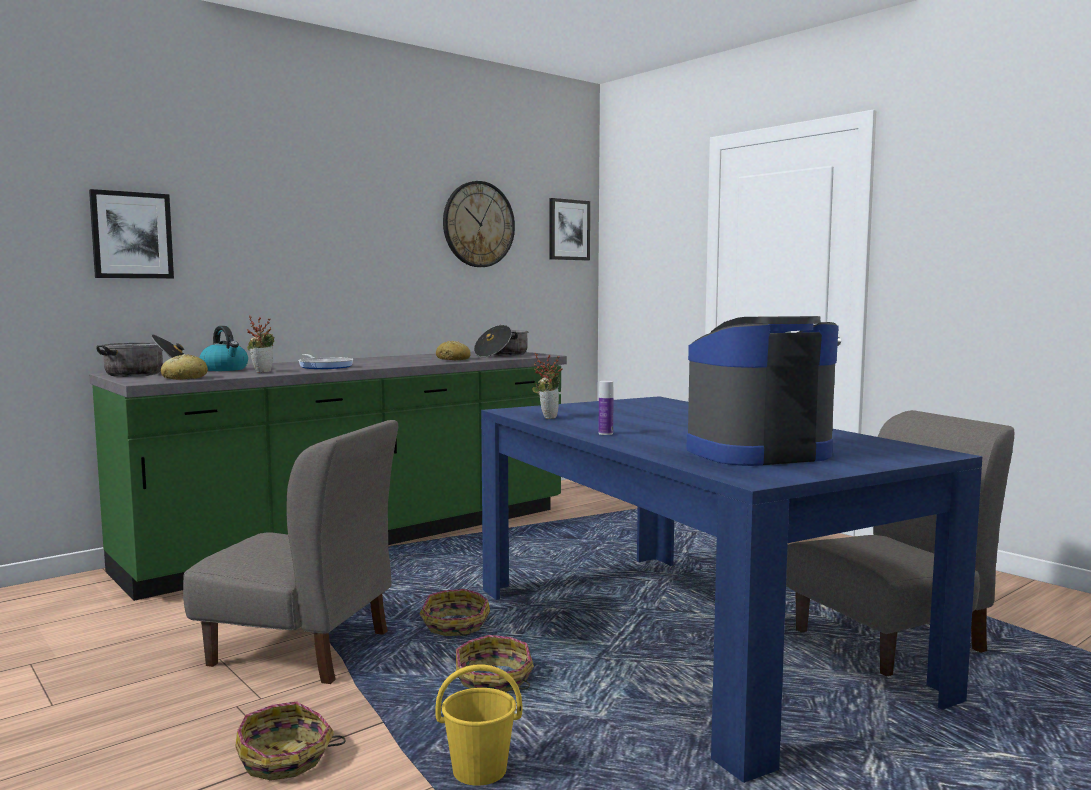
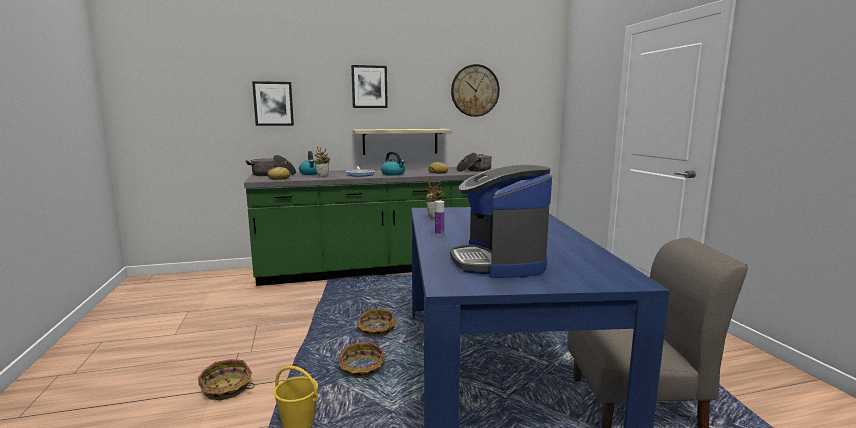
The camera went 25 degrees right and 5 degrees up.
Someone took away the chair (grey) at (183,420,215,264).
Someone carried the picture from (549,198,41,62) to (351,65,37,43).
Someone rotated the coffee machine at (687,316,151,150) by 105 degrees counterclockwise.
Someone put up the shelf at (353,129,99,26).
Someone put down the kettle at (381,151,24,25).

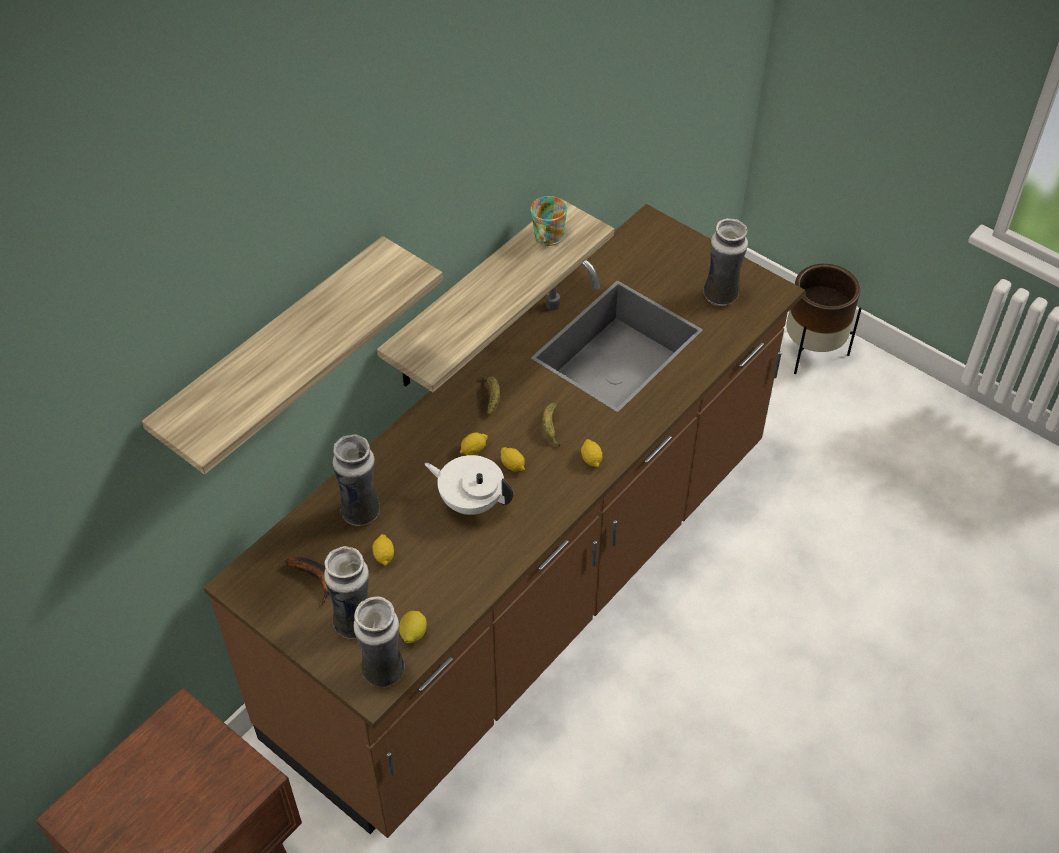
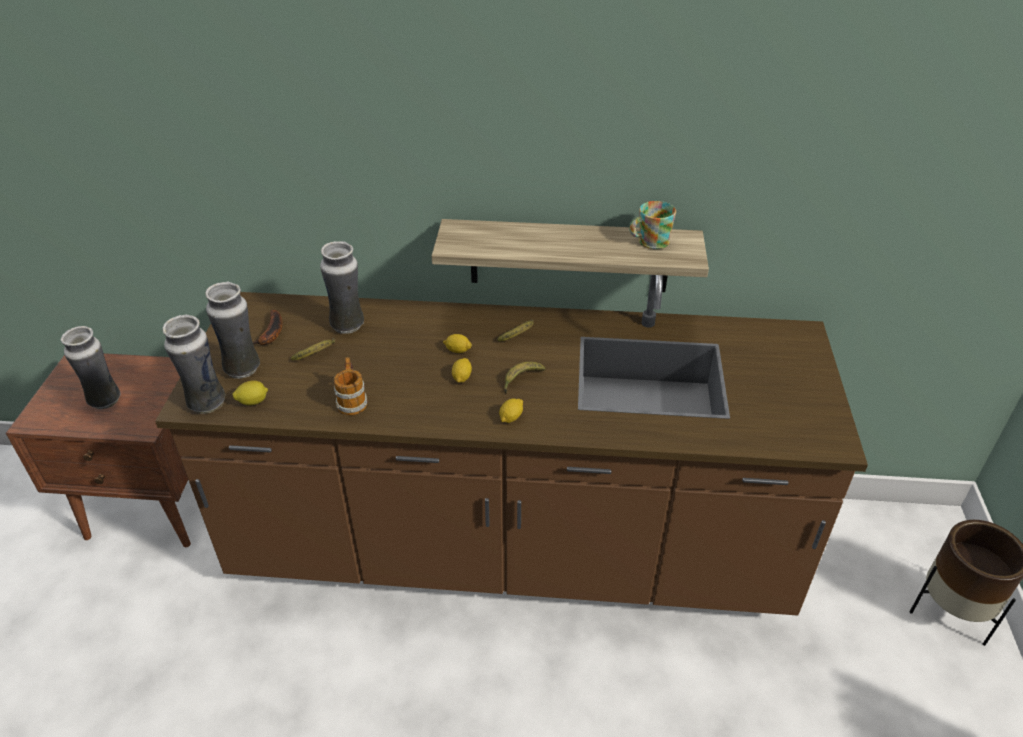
The camera went 55 degrees right and 10 degrees down.
Someone took away the shelf at (142,236,301,238).
Someone swapped the lemon at (372,534,22,32) for the banana at (291,338,44,22).
Someone took away the teapot (white) at (424,455,89,60).
Someone carried the vase from (704,218,44,88) to (61,326,60,83).
Someone put down the mug at (334,357,33,59).

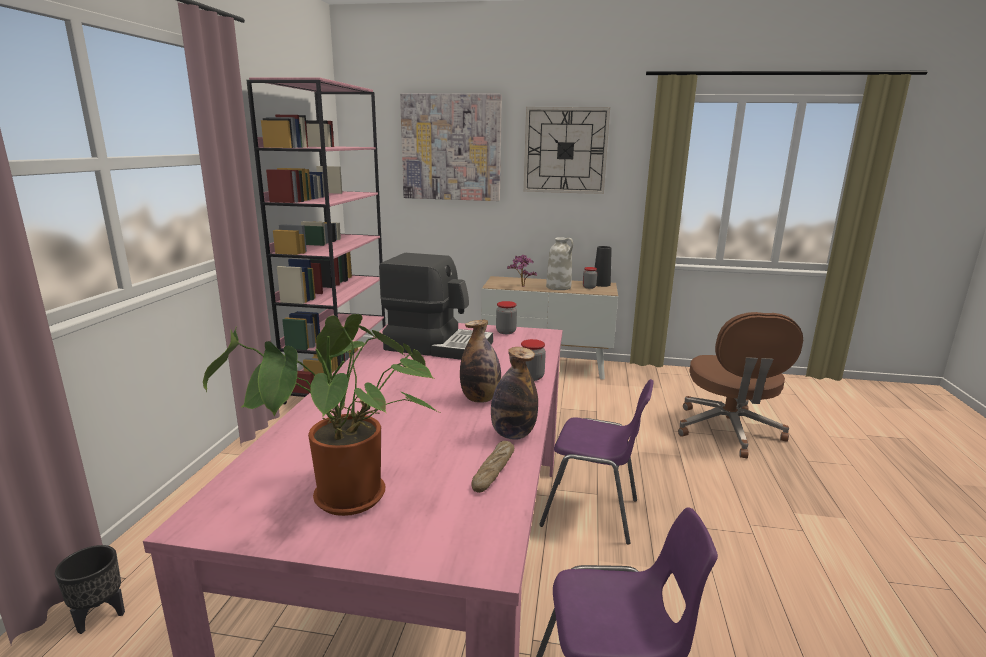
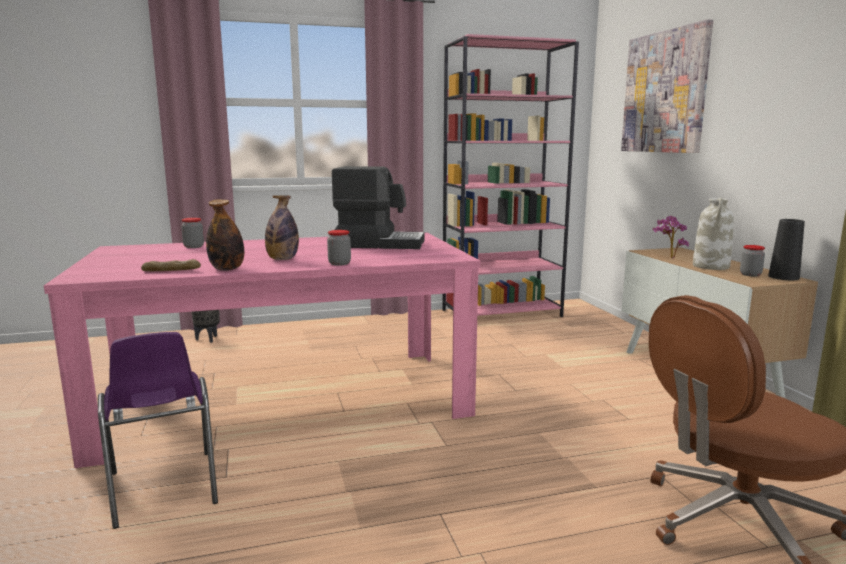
The camera went 65 degrees right and 5 degrees down.
Someone took away the potted plant at (203,314,237,202).
Someone rotated the coffee machine at (379,253,114,107) by 75 degrees counterclockwise.
Someone carried the jar from (496,301,21,33) to (181,218,23,30).
Someone took away the wall clock at (524,107,86,87).
Someone took away the chair (purple) at (539,379,115,165).

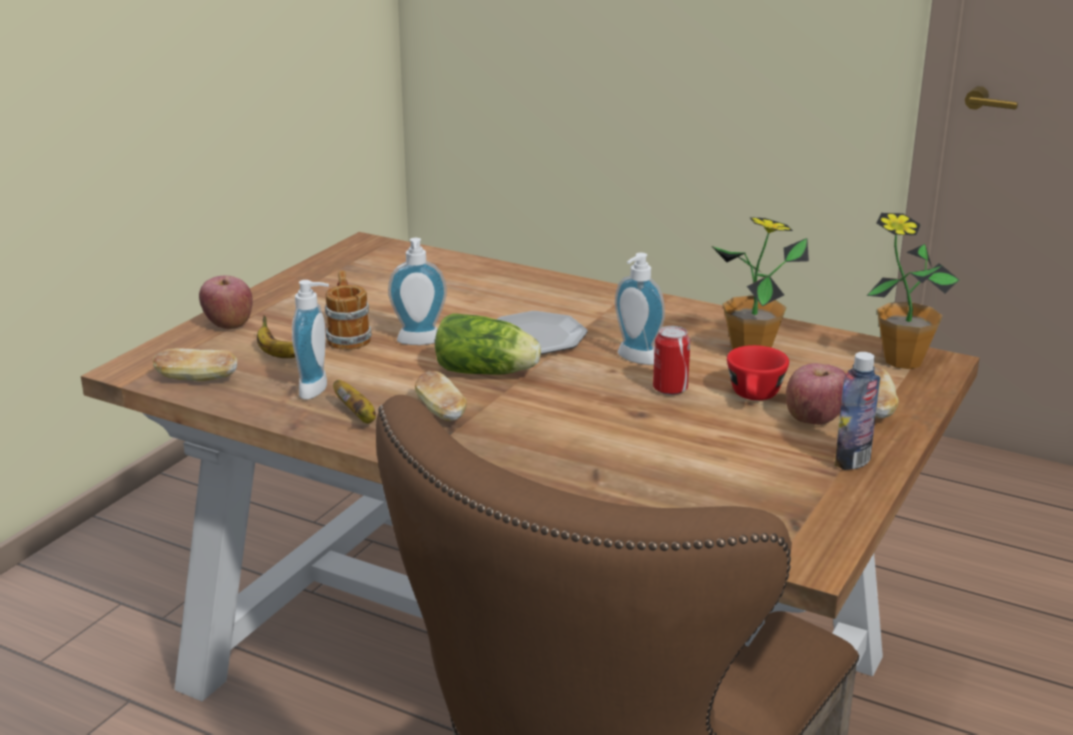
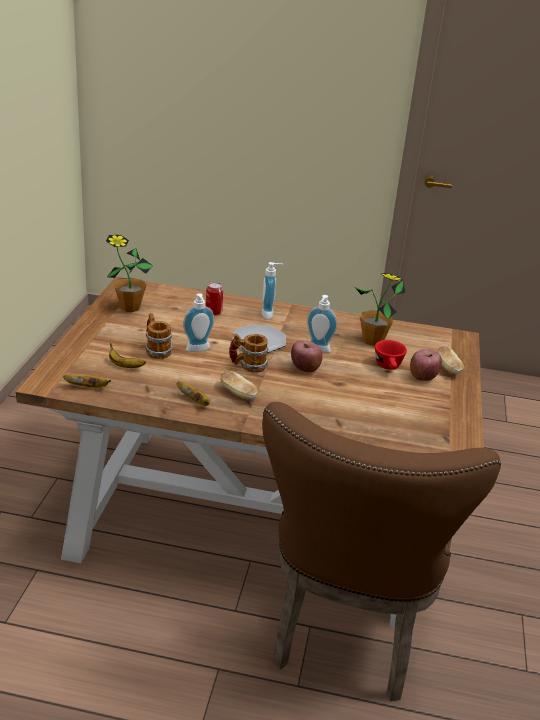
The camera went 20 degrees left and 5 degrees up.
Someone swapped the bread at (153,348,84,33) for the banana at (63,374,48,13).
Someone carried the apple from (199,275,54,54) to (291,340,32,33).
Someone carried the soap dispenser from (292,280,37,120) to (262,262,21,57).
Someone swapped the lettuce at (435,313,106,62) for the mug at (229,334,39,39).
Someone carried the can from (653,326,37,69) to (206,282,17,34).
Someone took away the bottle at (834,352,46,118).
Someone carried the potted plant from (867,213,92,156) to (106,235,47,77).

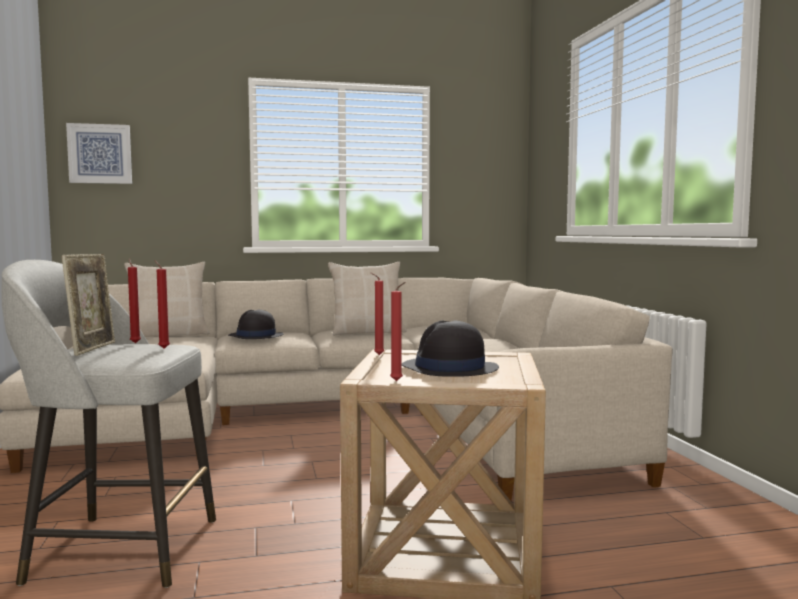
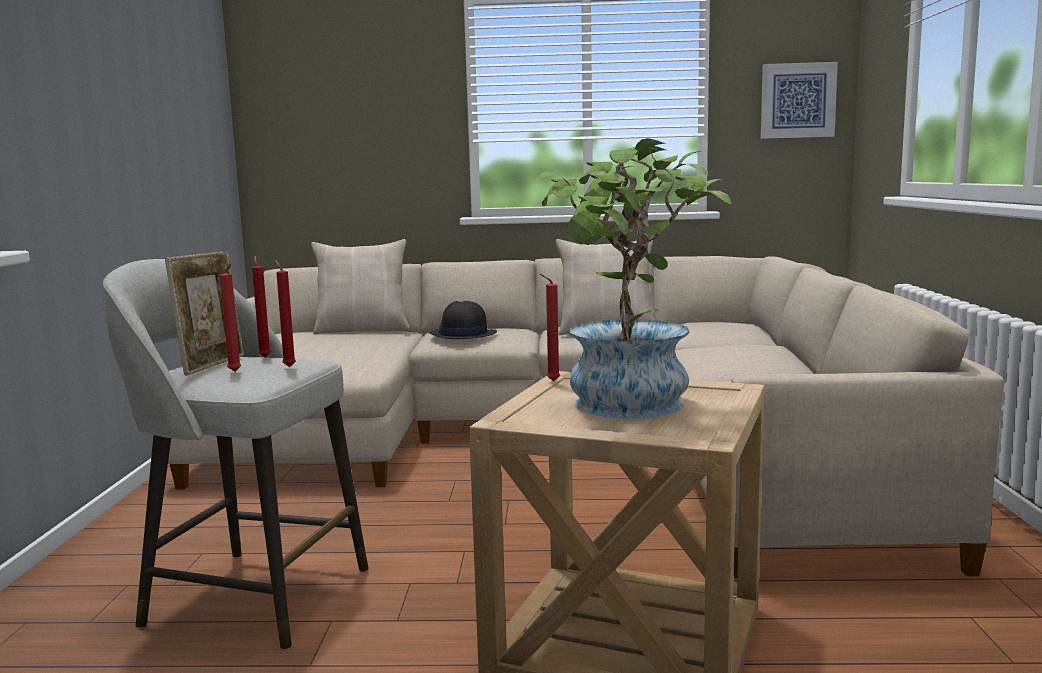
The camera went 15 degrees right and 5 degrees up.
Someone carried the picture from (66,123,66,61) to (761,62,77,77).
Someone carried the candle (red) from (390,282,16,99) to (220,264,21,108).
Someone swapped the hat (black) at (402,320,97,57) for the potted plant at (539,138,192,281).

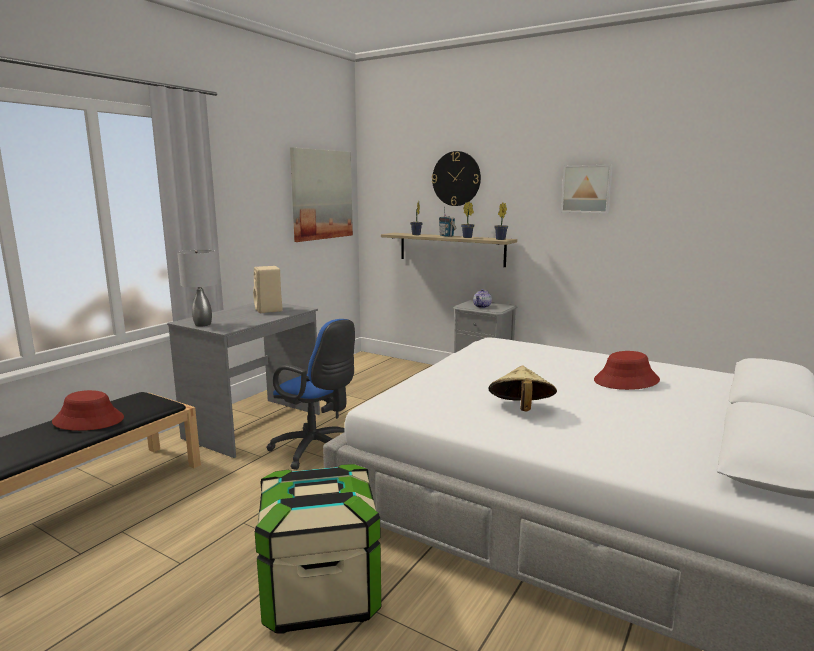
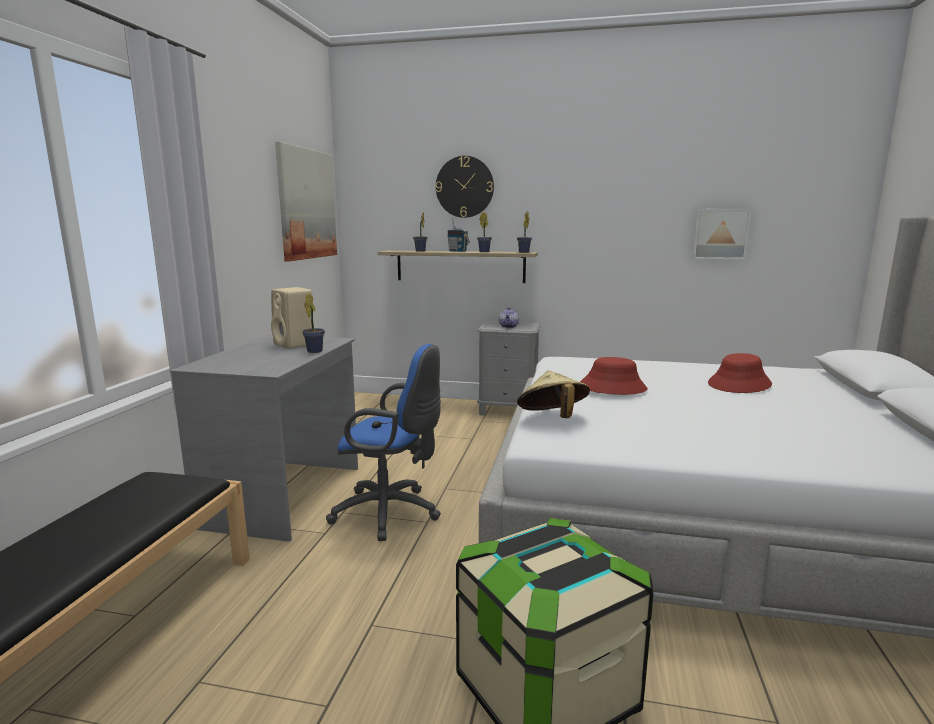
The camera went 20 degrees left and 0 degrees up.
Someone carried the hat (red) from (52,390,72,41) to (580,357,67,38).
Someone took away the table lamp (grey) at (177,250,41,76).
Someone carried the hat (beige) from (488,366,69,46) to (517,370,73,48).
Someone carried the picture from (561,165,52,48) to (692,209,59,51).
Someone put down the potted plant at (302,293,23,60).

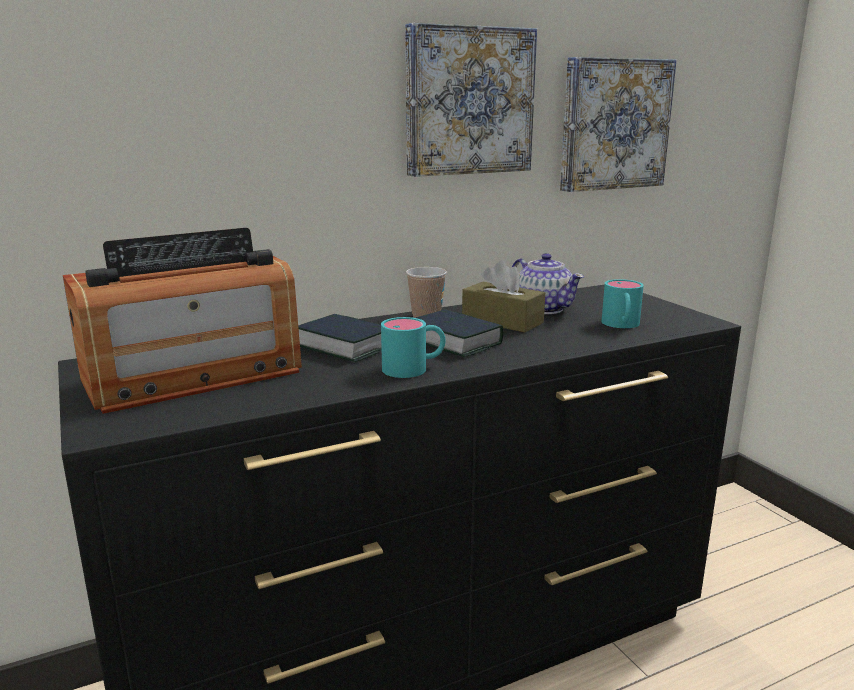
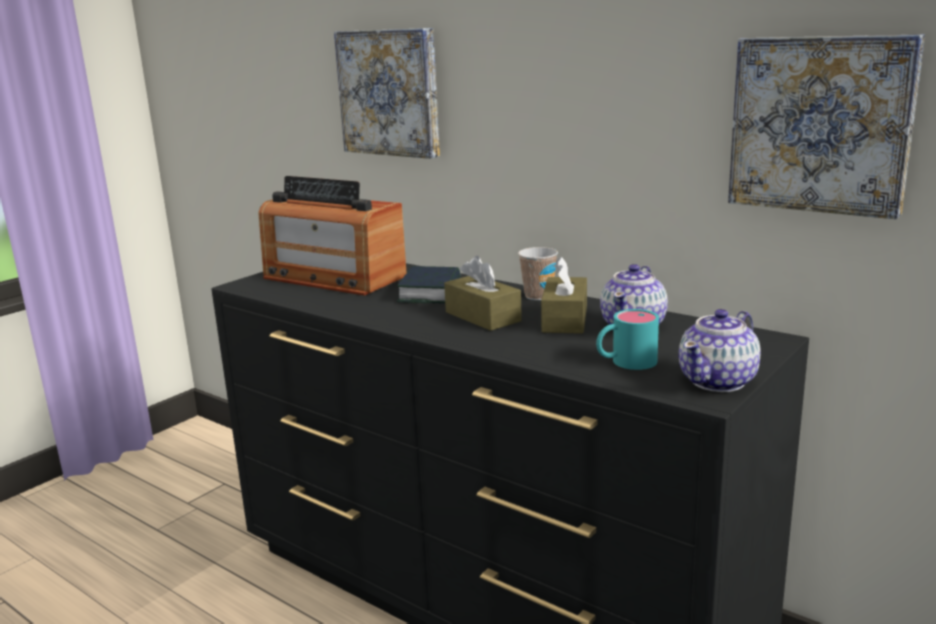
The camera went 65 degrees right and 0 degrees up.
Someone took away the mug (turquoise) at (381,317,65,61).
Someone carried the picture from (405,23,132,154) to (334,28,106,131).
Someone swapped the book at (416,309,87,48) for the tissue box (brown) at (444,256,78,75).
Someone put down the teapot at (679,309,82,83).

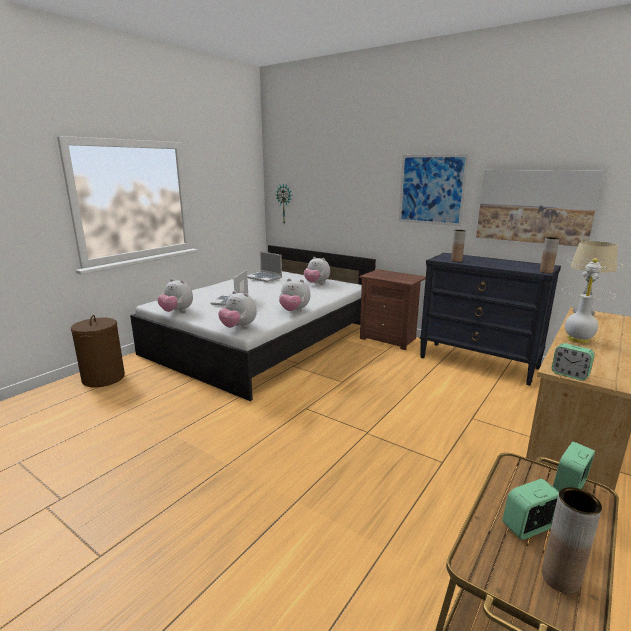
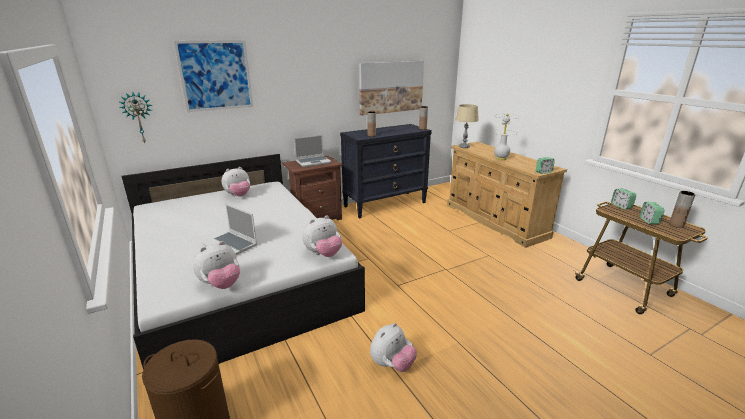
The camera went 65 degrees left and 5 degrees up.
Someone carried the laptop from (247,251,35,31) to (294,135,38,32).
Someone carried the plush toy from (279,278,31,33) to (370,323,47,49).
Someone carried the picture from (399,154,70,72) to (174,40,79,72).

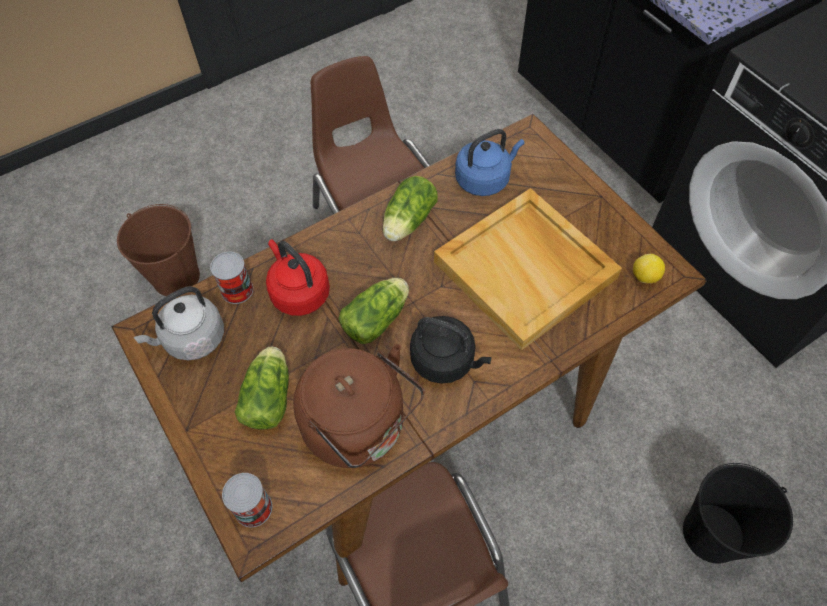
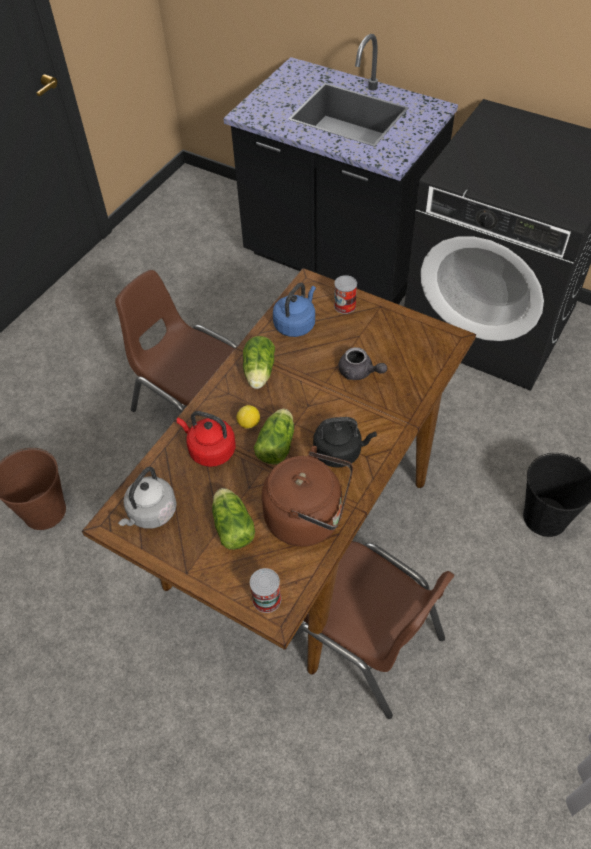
The camera went 25 degrees left and 5 degrees down.
Someone carried the can from (210,251,43,53) to (334,275,23,39).
Someone swapped the tray (beige) at (434,188,188,163) for the teapot (grey) at (338,347,49,33).
Someone carried the lemon from (633,254,32,29) to (236,405,24,24).

